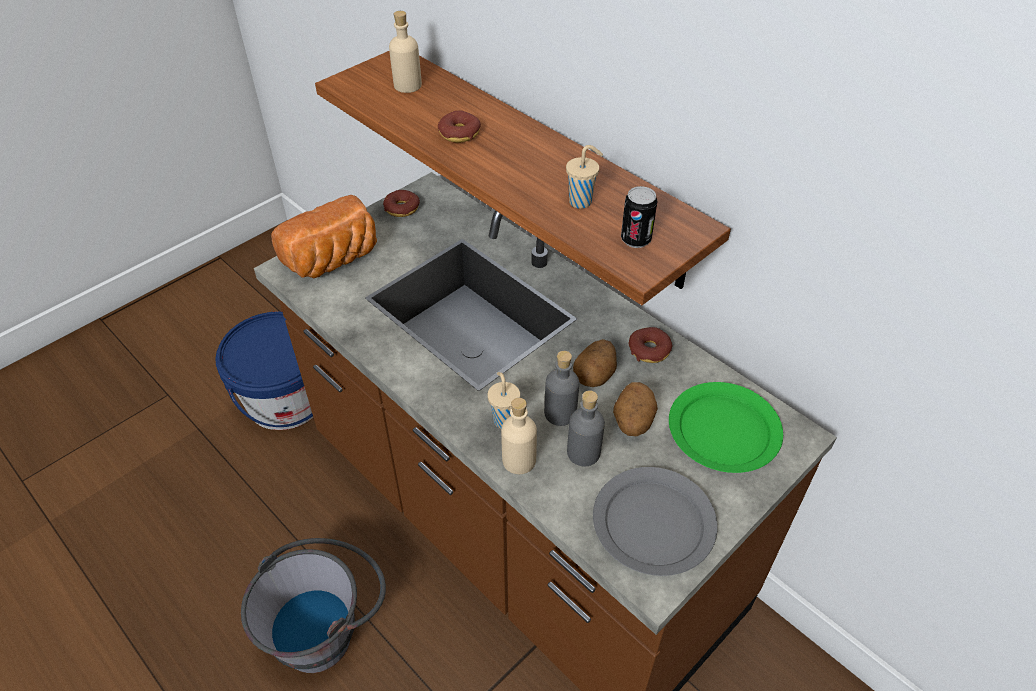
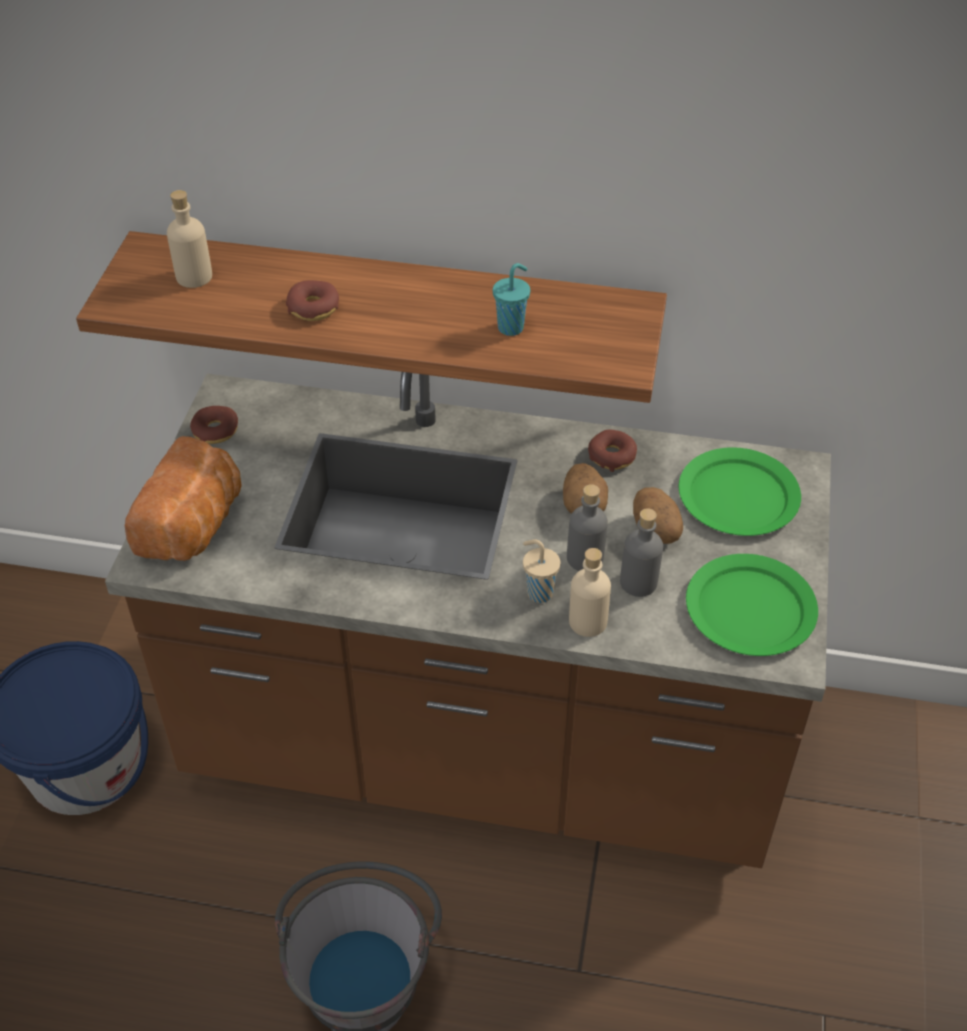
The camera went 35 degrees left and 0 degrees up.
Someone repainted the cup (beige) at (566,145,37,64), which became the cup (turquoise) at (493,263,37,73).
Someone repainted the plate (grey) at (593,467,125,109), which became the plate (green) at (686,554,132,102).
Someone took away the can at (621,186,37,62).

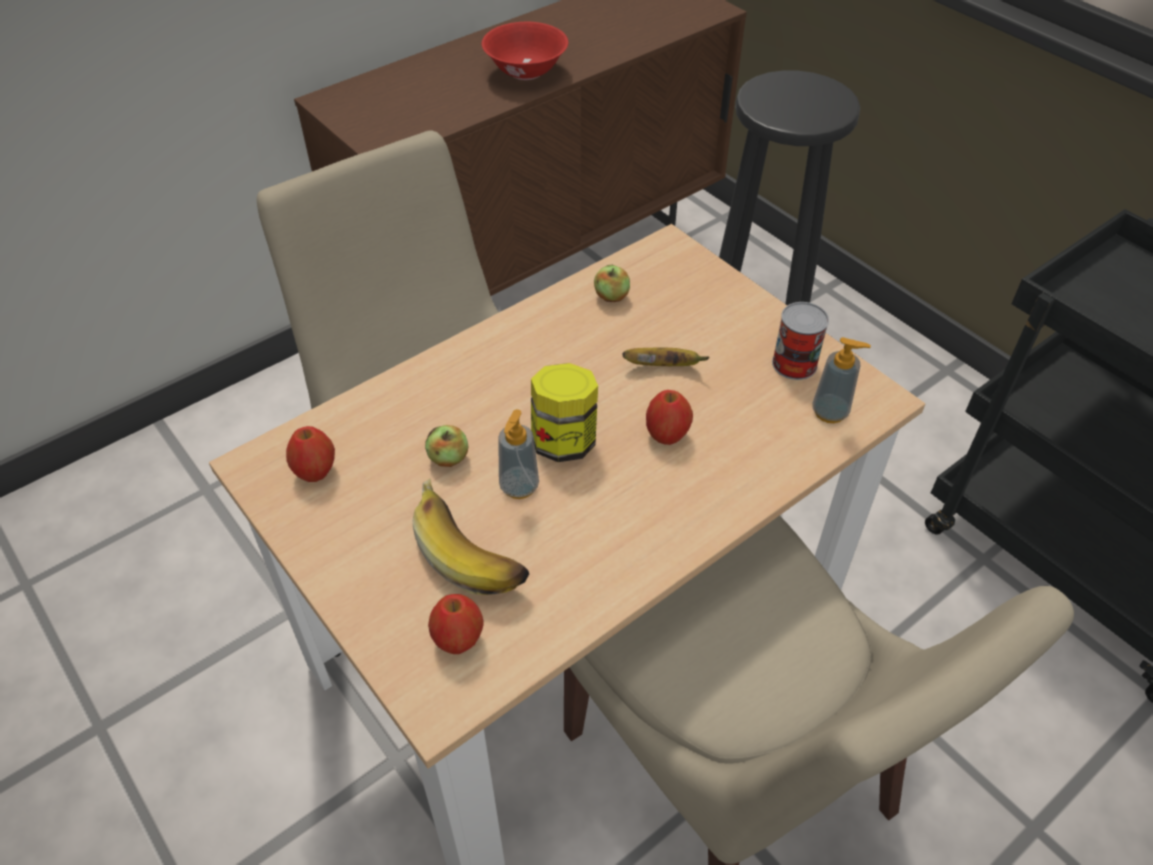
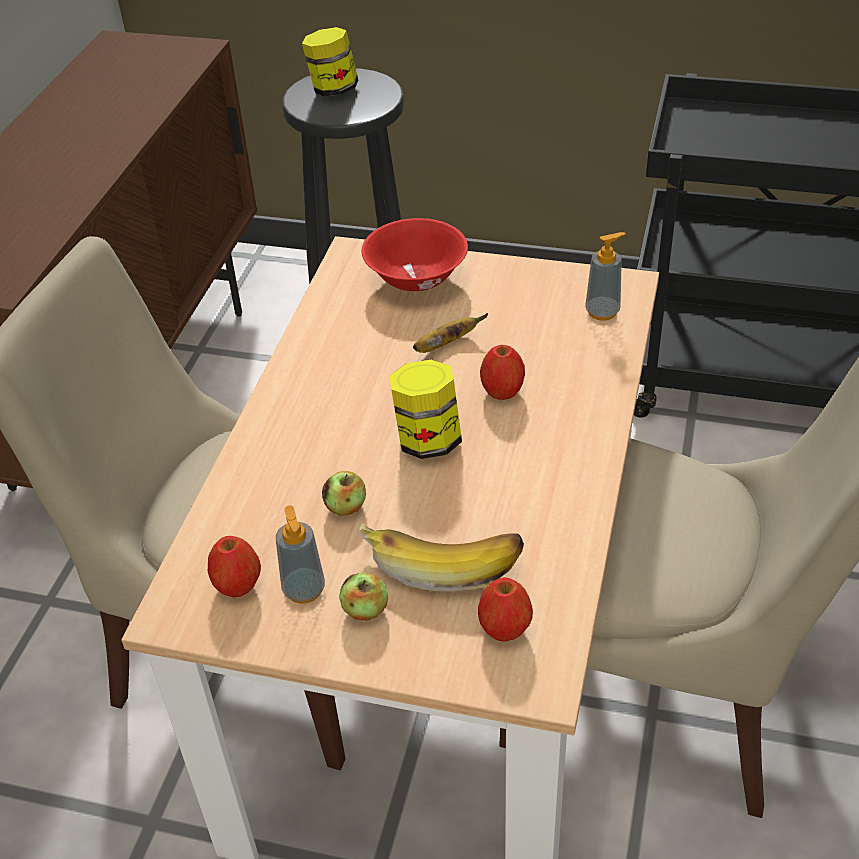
The camera went 35 degrees left and 5 degrees down.
Someone carried the bowl (red) from (482,22,86,58) to (362,218,106,74).
Someone carried the soap dispenser from (498,409,41,90) to (276,505,49,99).
Someone carried the apple from (594,265,36,37) to (339,573,49,48).
Someone took away the can at (772,302,57,78).
Someone put down the jar at (302,27,56,70).

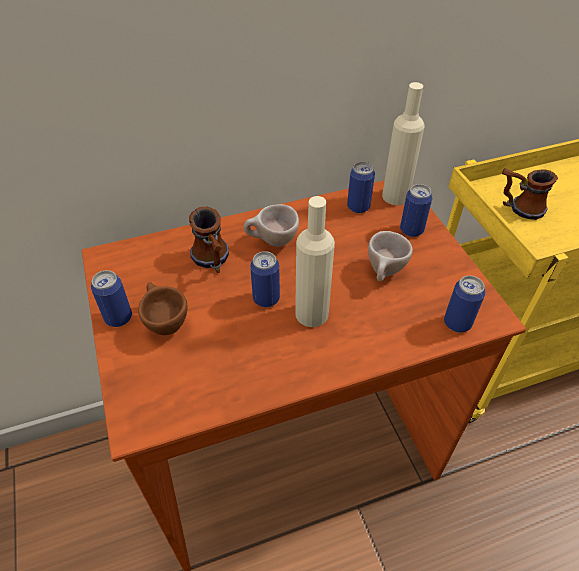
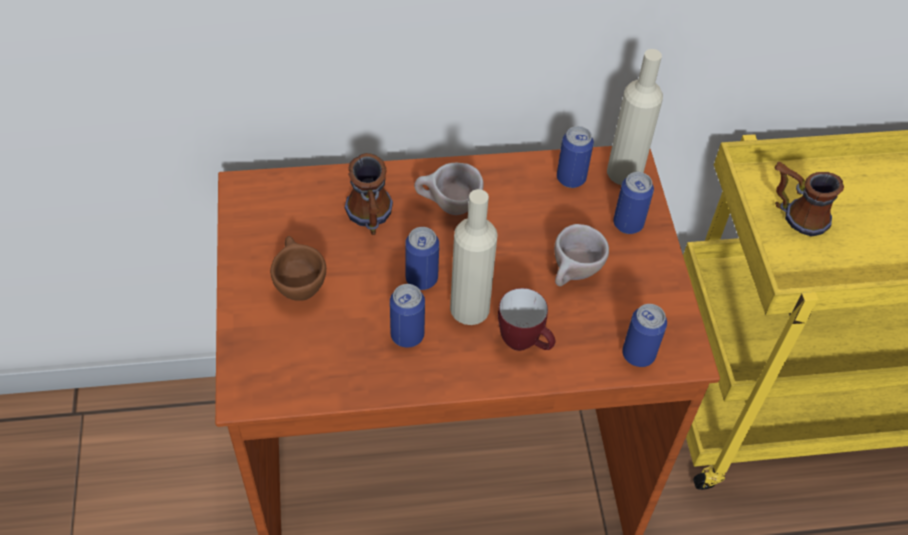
The camera went 10 degrees right and 5 degrees up.
Someone carried the can from (91,270,41,57) to (390,284,35,64).
Someone put down the mug at (498,288,58,63).

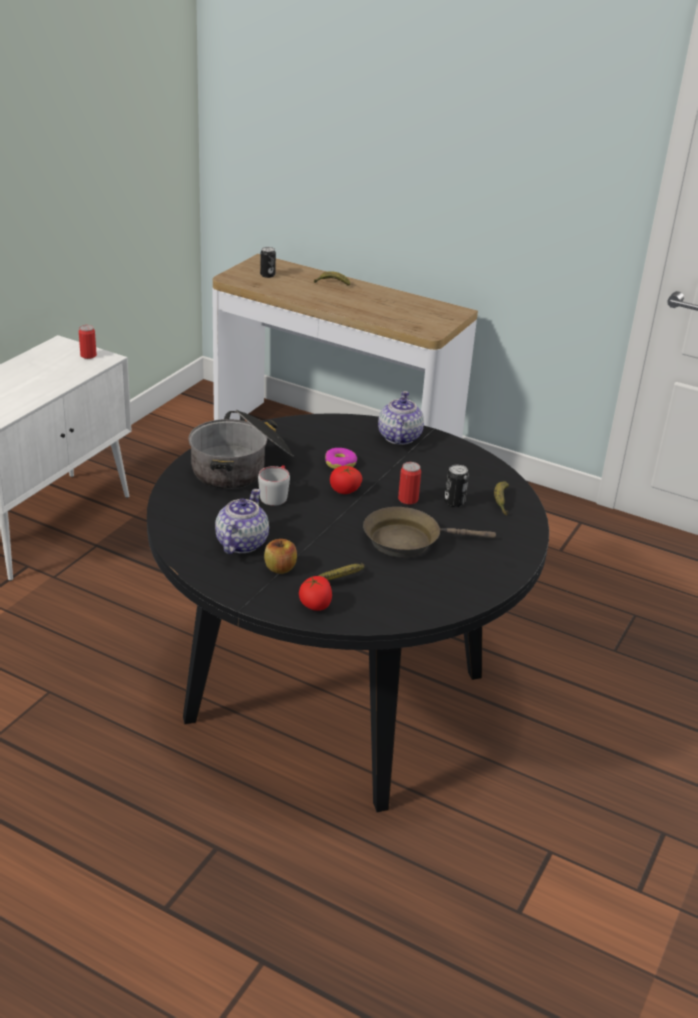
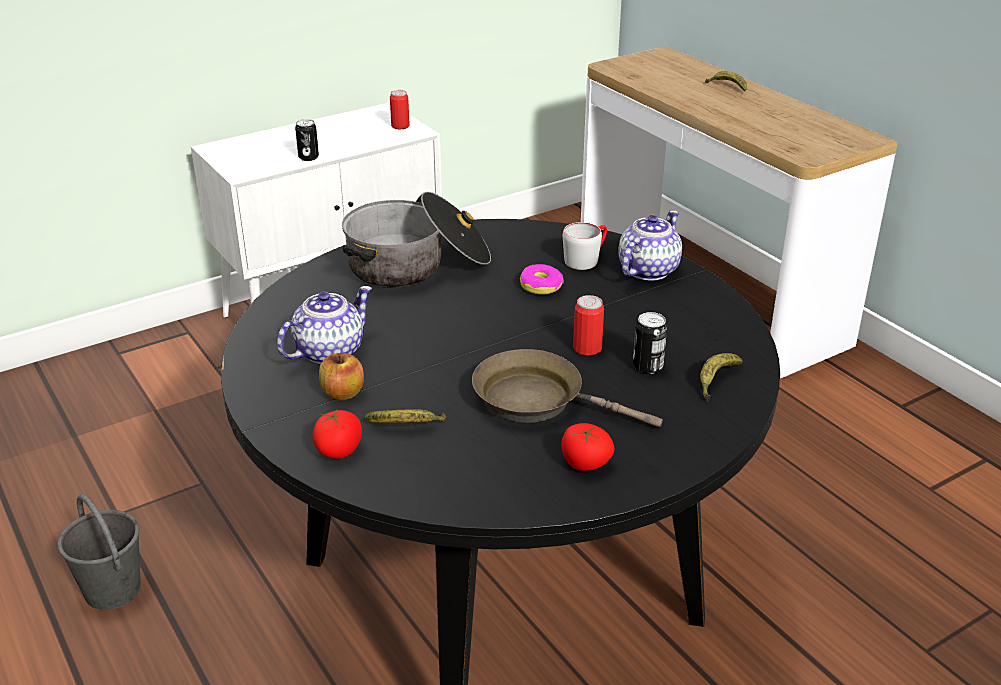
The camera went 30 degrees right and 0 degrees up.
Someone carried the mug (grey) from (258,465,32,41) to (563,222,44,48).
Someone carried the can from (260,247,16,31) to (295,119,24,42).
Someone carried the tomato from (330,466,32,28) to (561,423,53,48).
Someone put down the bucket (grey) at (58,494,83,116).

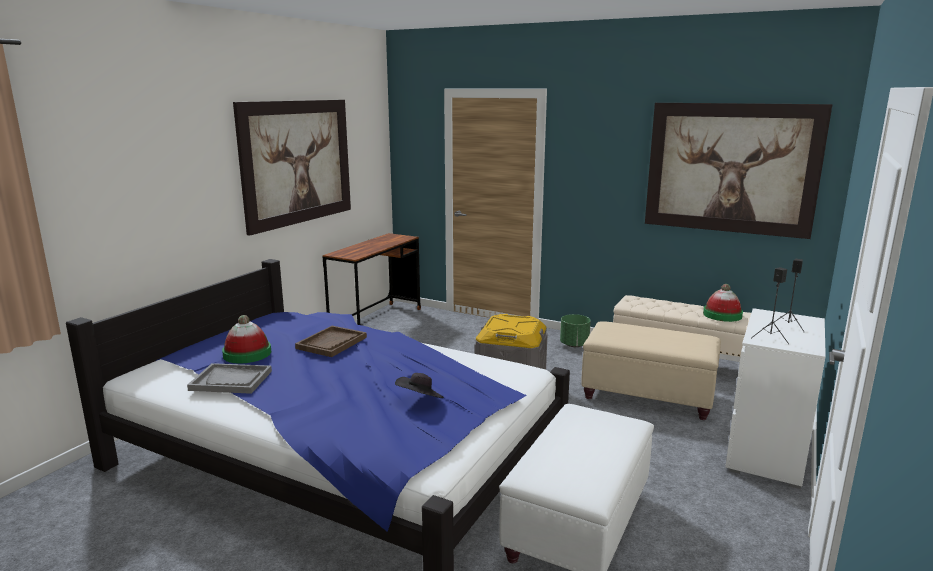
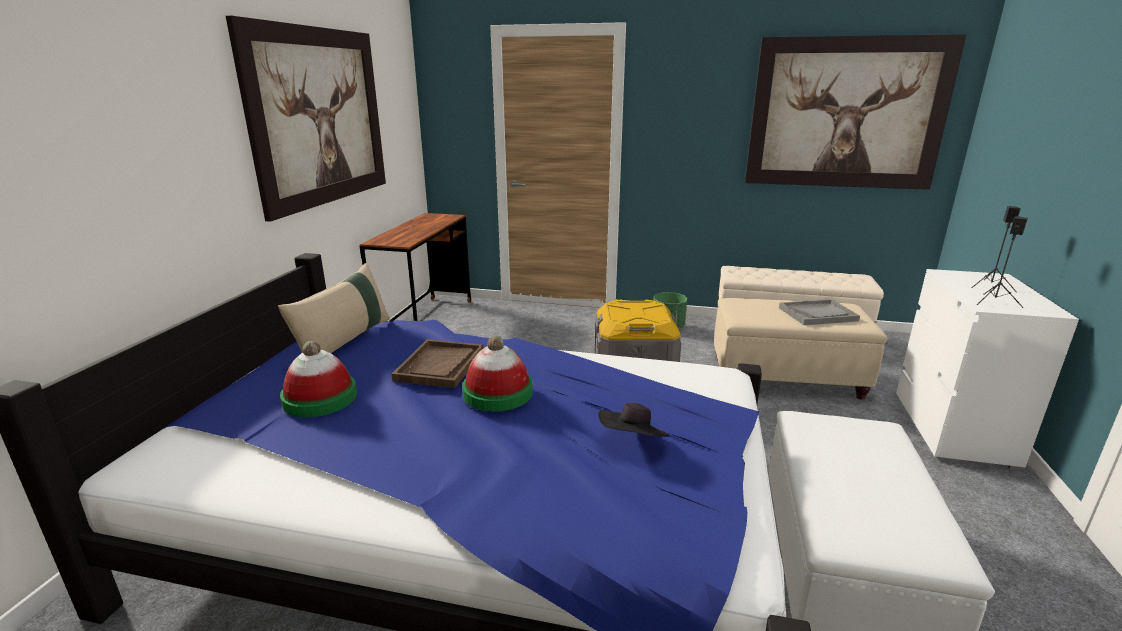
The camera went 15 degrees left and 5 degrees up.
Someone carried the tray (grey) from (187,363,85,31) to (779,299,81,26).
Someone carried the hat from (703,284,40,38) to (462,336,71,75).
Someone put down the pillow (beige) at (278,263,112,90).

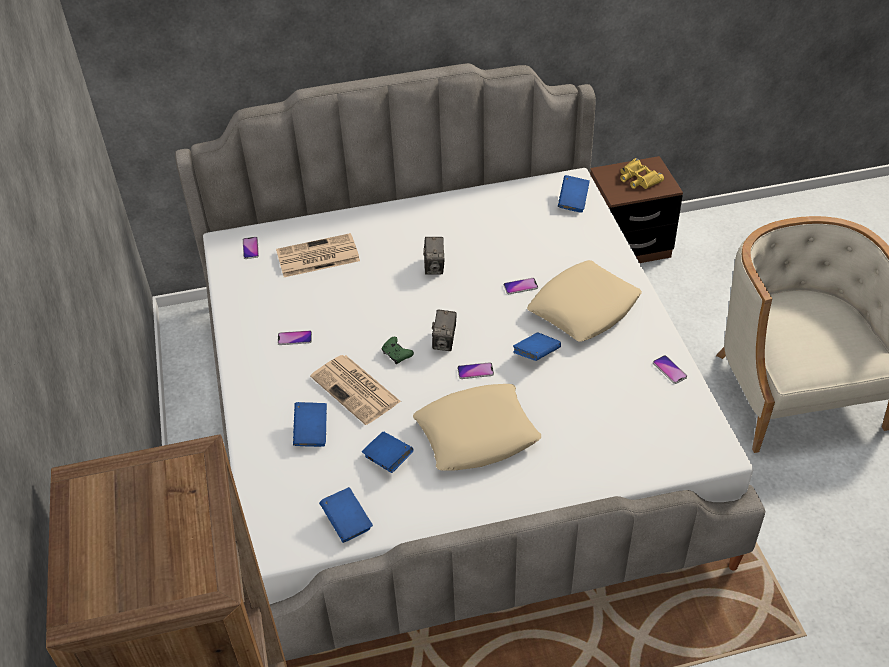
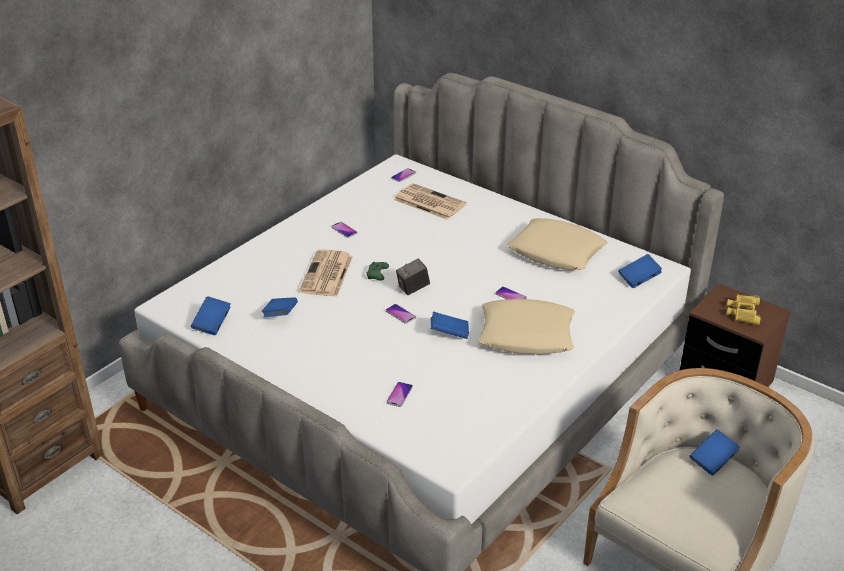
The camera went 50 degrees right and 10 degrees down.
Someone carried the book (blue) from (293,402,34,45) to (690,429,50,47).
Someone carried the pillow (beige) from (413,384,128,87) to (507,218,100,52).
Someone took away the photo camera at (423,237,22,38).
Someone carried the phone from (653,355,34,29) to (386,382,27,25).

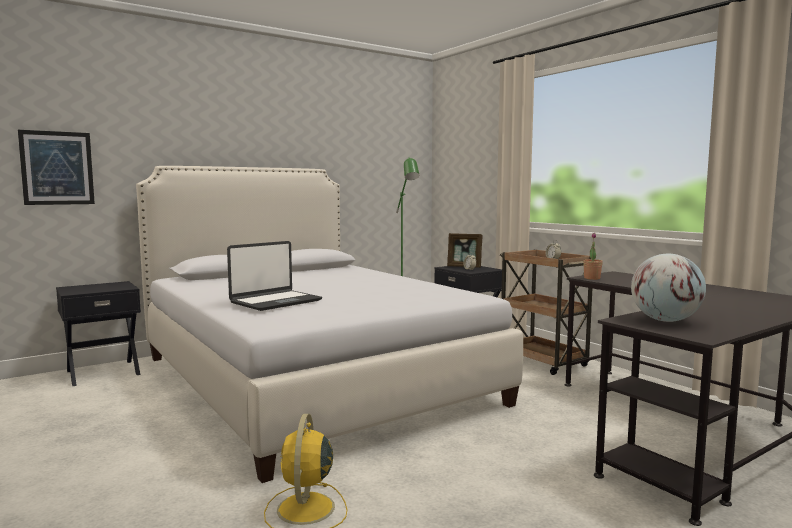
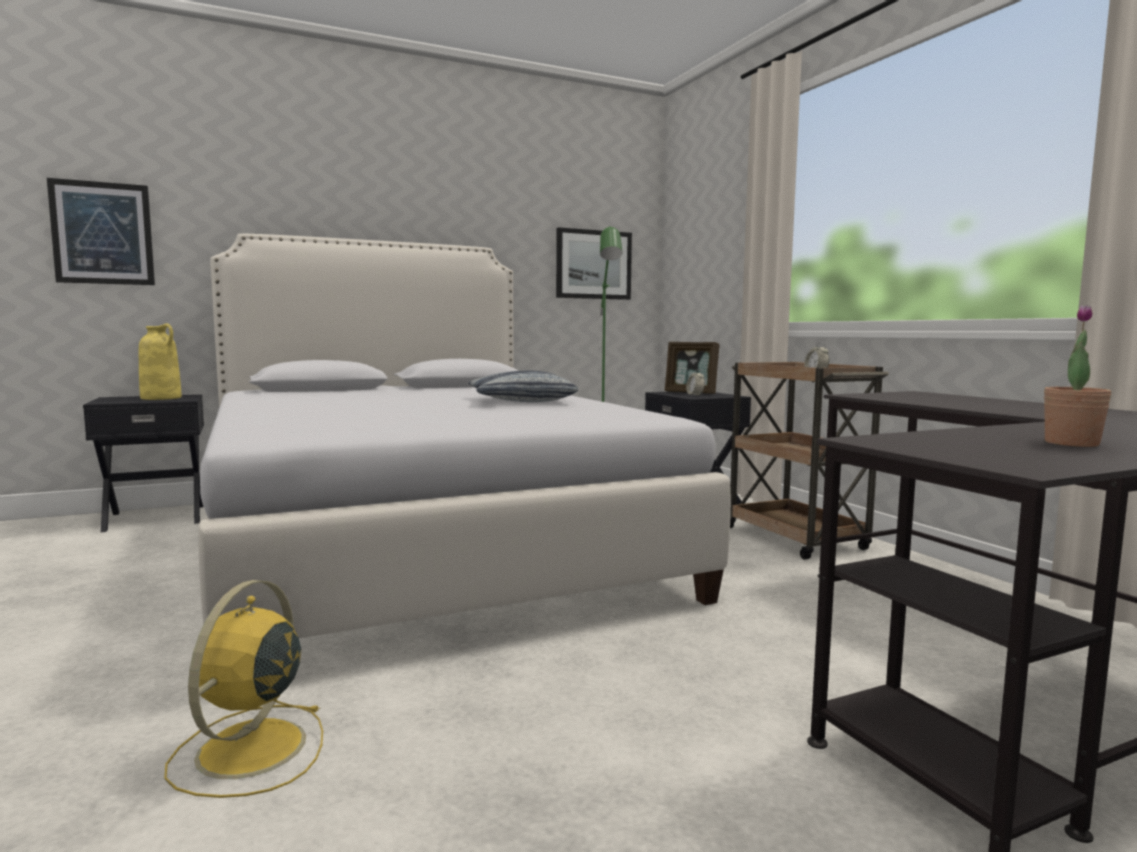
The camera went 10 degrees right and 0 degrees up.
Someone took away the laptop at (227,241,95,70).
Someone carried the potted plant from (583,233,20,47) to (1044,305,68,142).
Someone took away the globe at (631,254,75,68).
Someone put down the vase (yellow) at (139,323,43,77).
Someone put down the pillow at (468,371,110,31).
Someone put up the picture at (556,227,76,73).

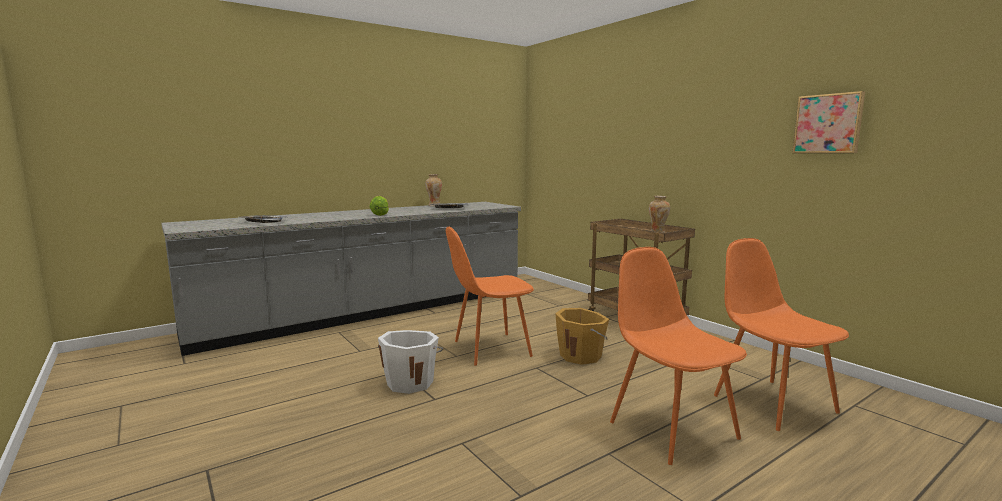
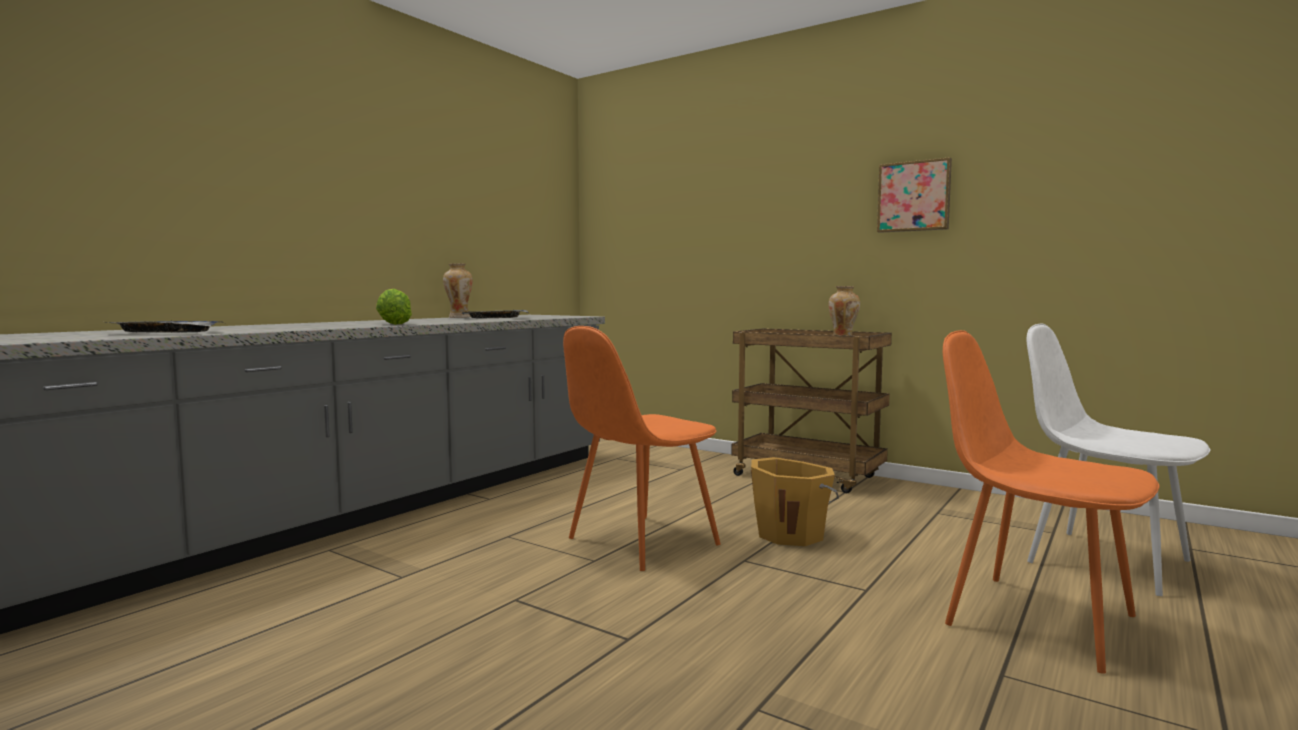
The camera went 20 degrees left and 5 degrees down.
Someone took away the bucket (white) at (378,330,65,64).
Someone repainted the chair (orange) at (714,238,135,193), which became the chair (white) at (1027,324,184,272).
Someone carried the picture from (792,91,73,62) to (877,157,75,76).

